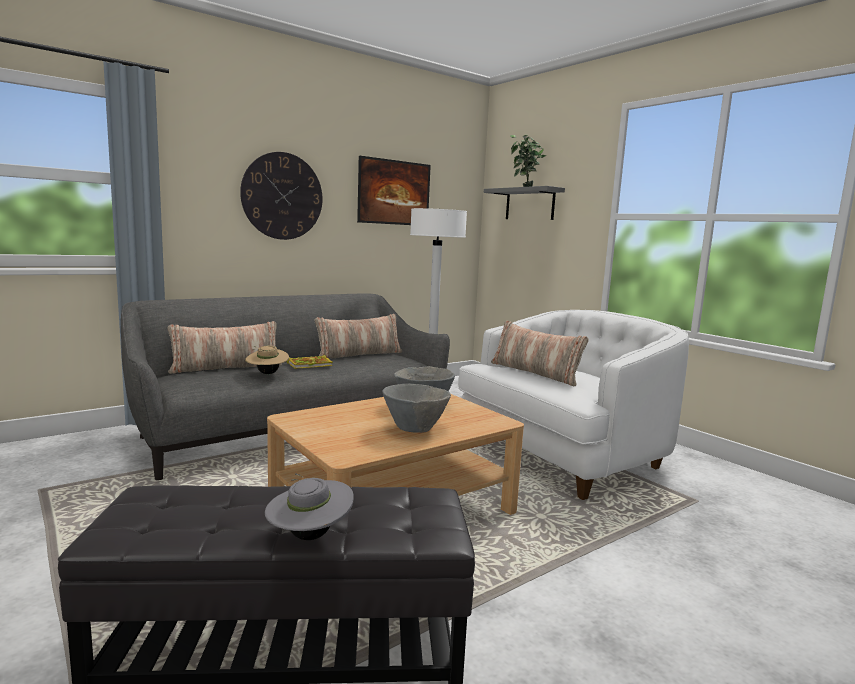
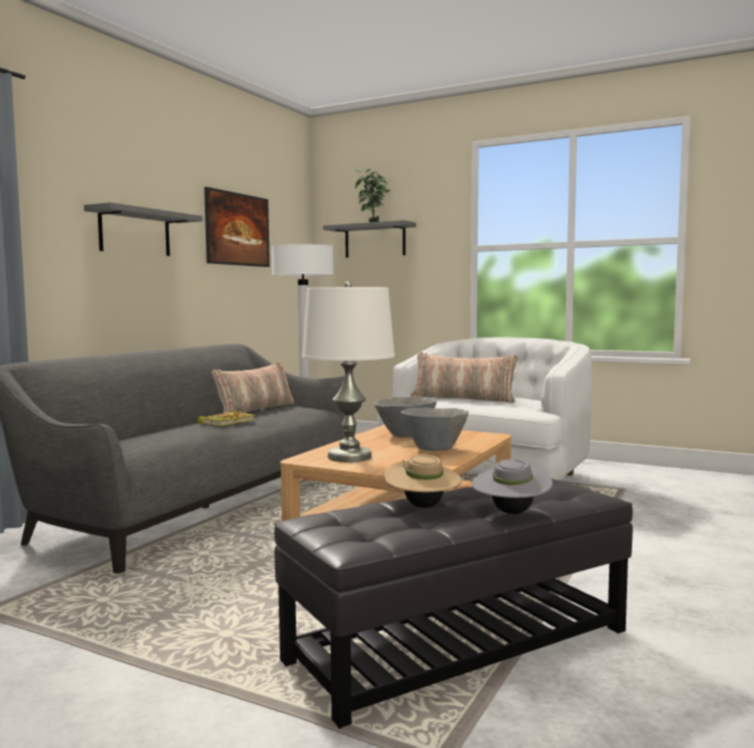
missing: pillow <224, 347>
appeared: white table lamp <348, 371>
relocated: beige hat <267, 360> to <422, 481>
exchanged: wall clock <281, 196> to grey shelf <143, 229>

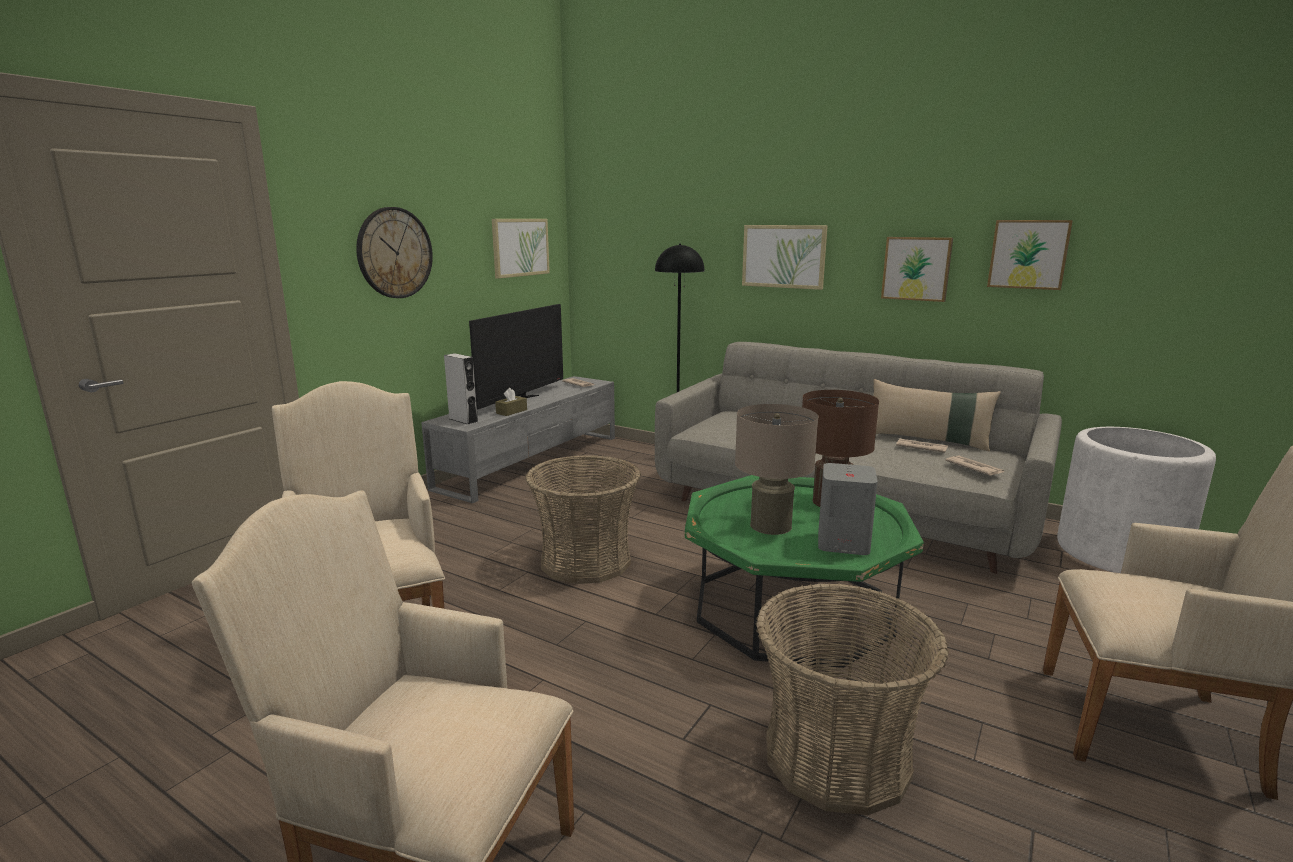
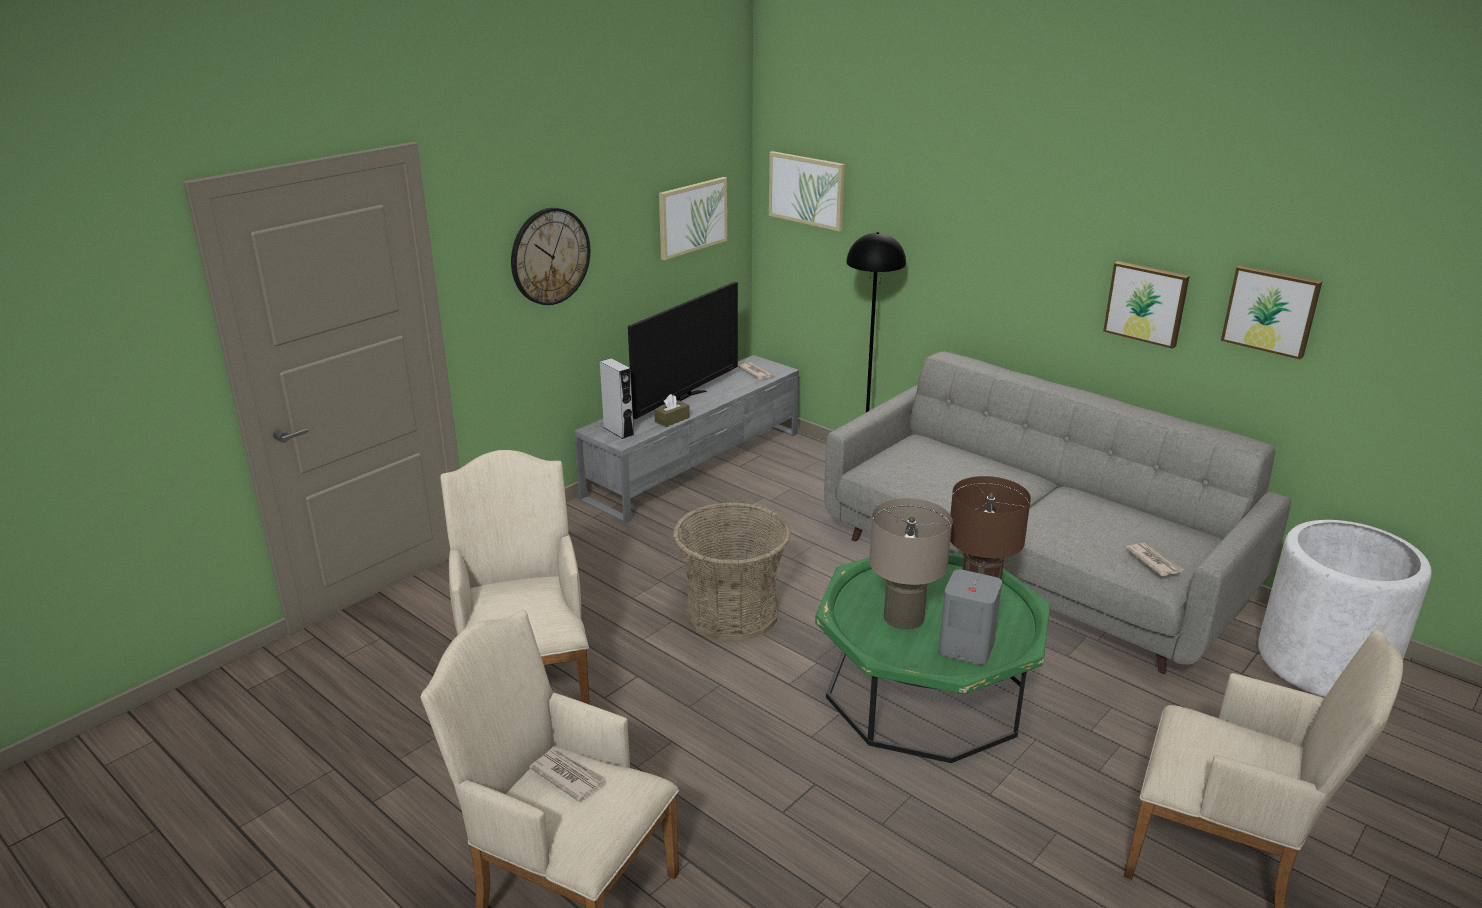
missing: basket <852, 699>; beige pillow <937, 415>
relocated: picture <785, 257> to <807, 191>; newspaper <922, 446> to <568, 776>

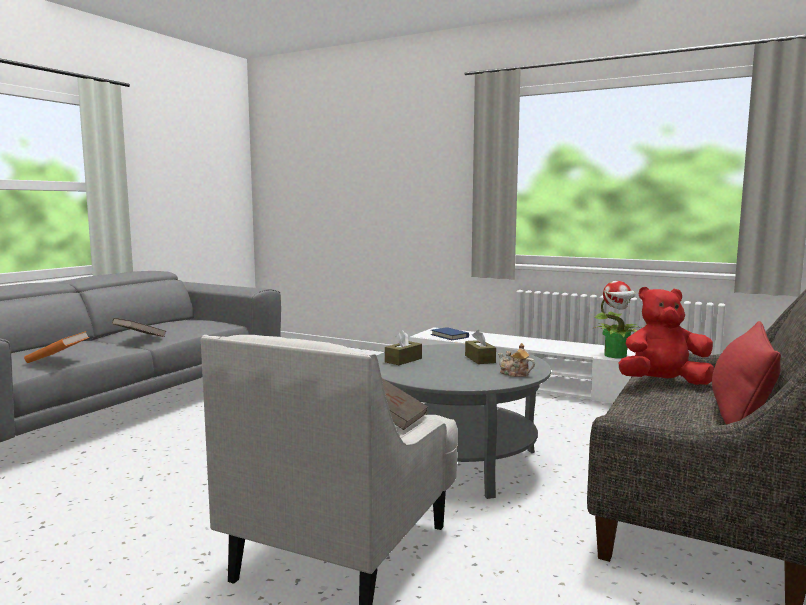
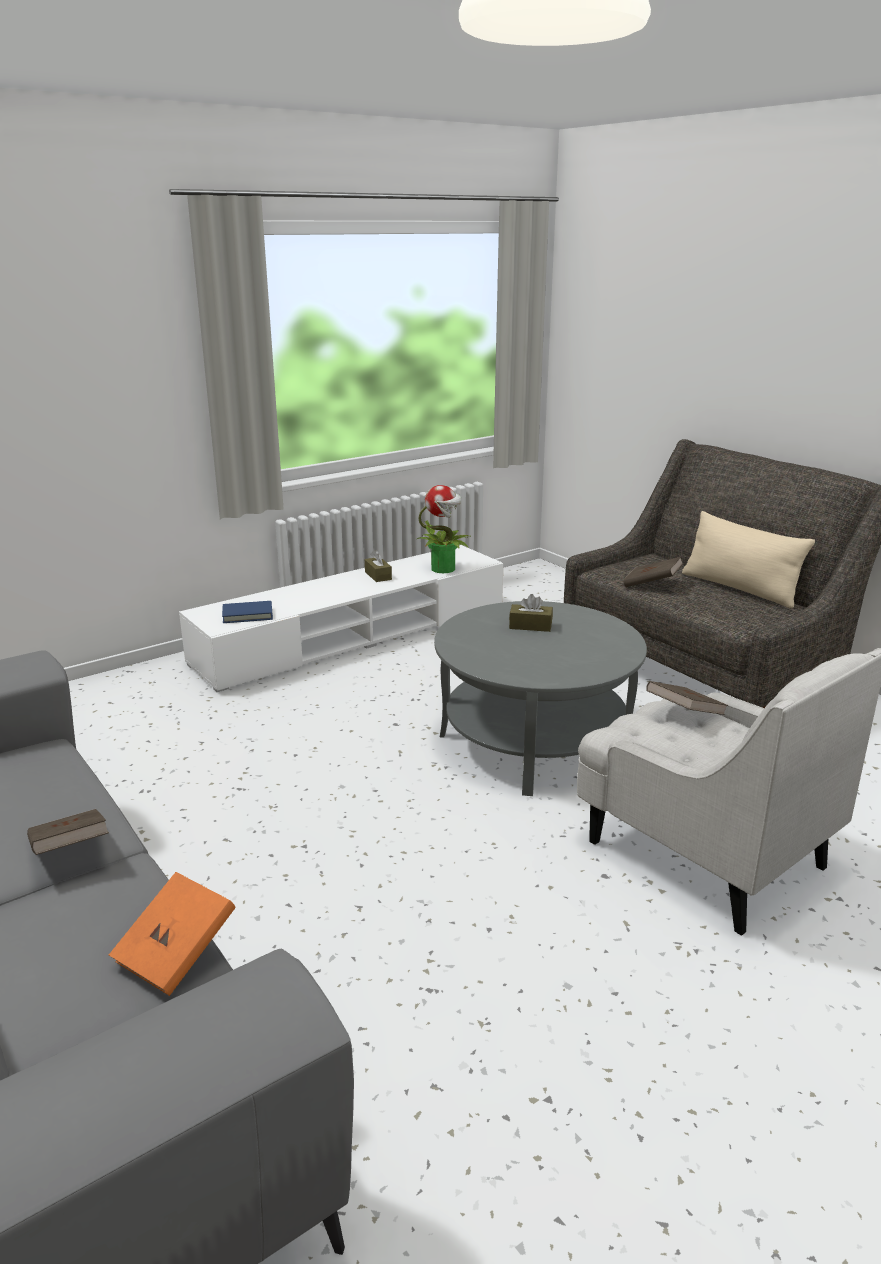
missing: teapot <516, 360>
relocated: brown tissue box <403, 347> to <378, 566>
exchanged: red plush toy <666, 336> to brown book <653, 572>
colour: red pillow <746, 373> to beige pillow <748, 559>

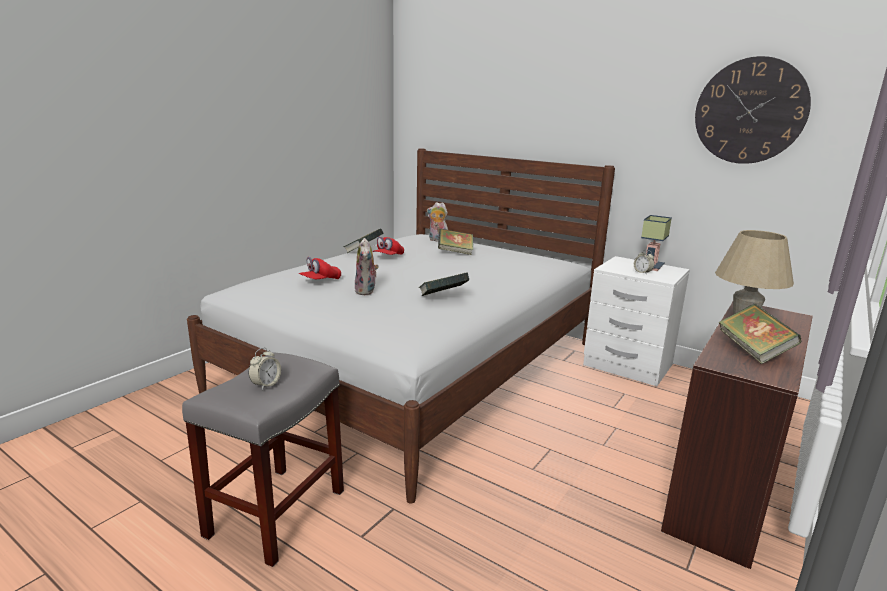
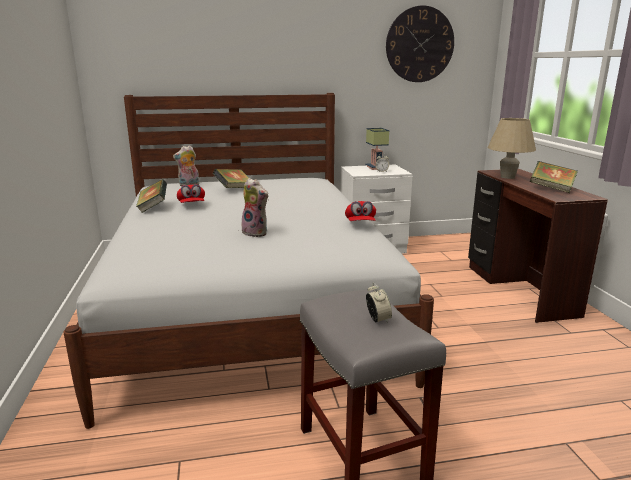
missing: book <444, 284>
relocated: red cap <320, 268> to <360, 211>

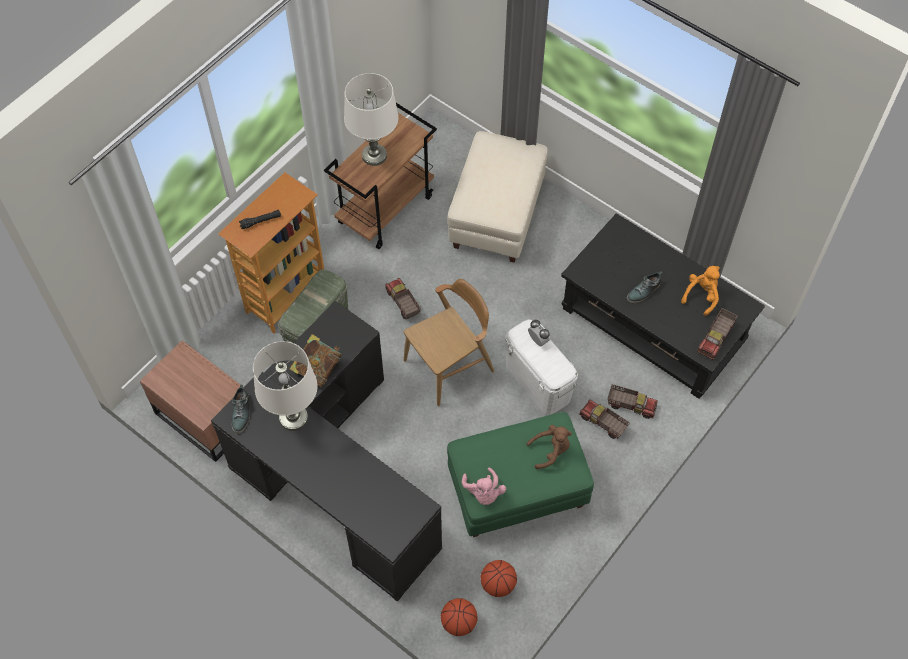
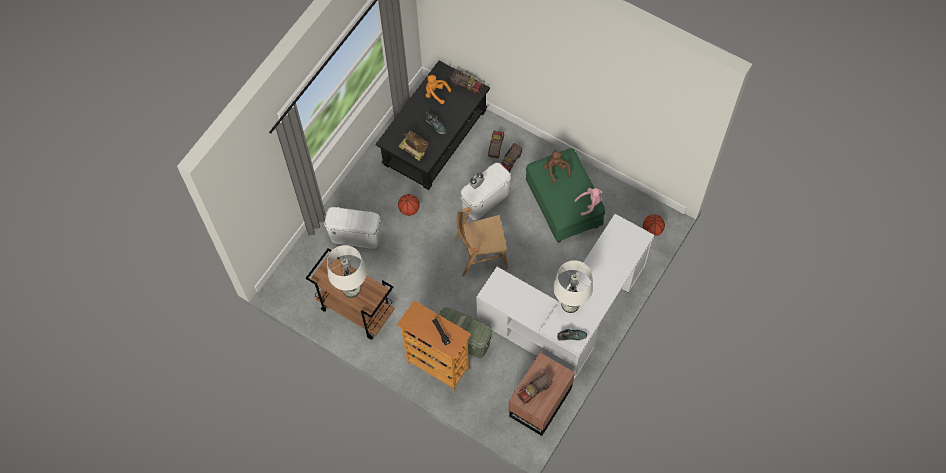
relocated: book <316, 360> to <414, 145>; toy truck <403, 298> to <535, 388>; basketball <499, 578> to <409, 205>
exchanged: beige ottoman <497, 197> to white storage box <352, 228>
colour: black desk <326, 451> to white desk <565, 296>
spun: brown chair <449, 342> = <481, 242> 60 degrees counterclockwise

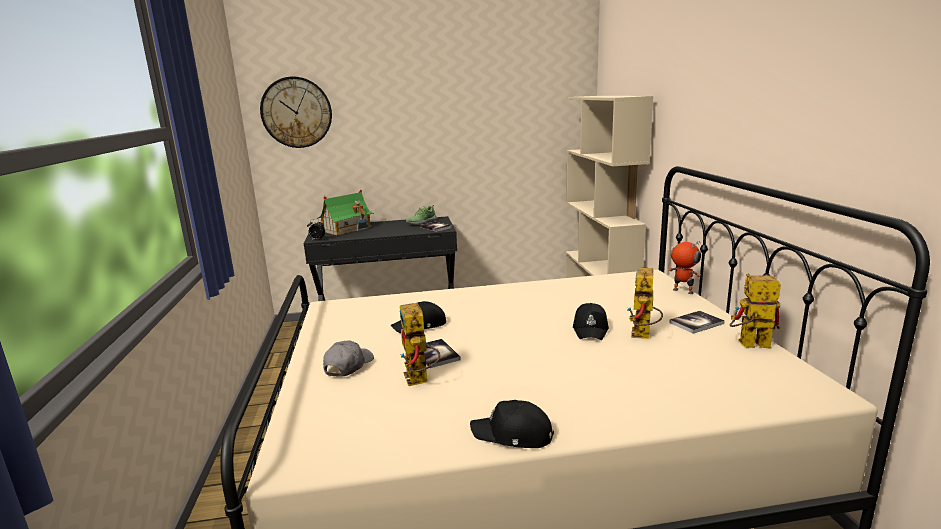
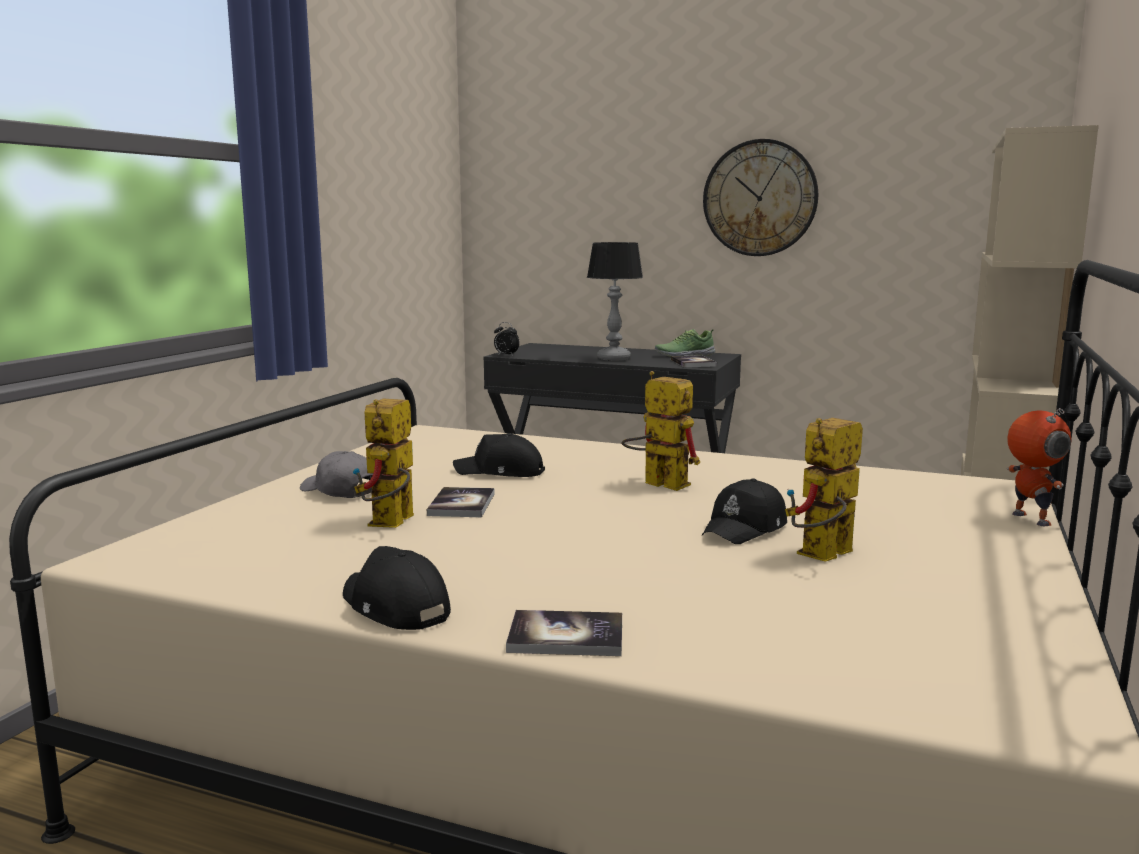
missing: toy house <345, 212>
appeared: table lamp <615, 301>
relocated: wall clock <296, 112> to <760, 197>; book <697, 322> to <564, 633>; toy robot <755, 311> to <661, 431>
spun: grey cap <348, 358> = <336, 474> 105 degrees counterclockwise

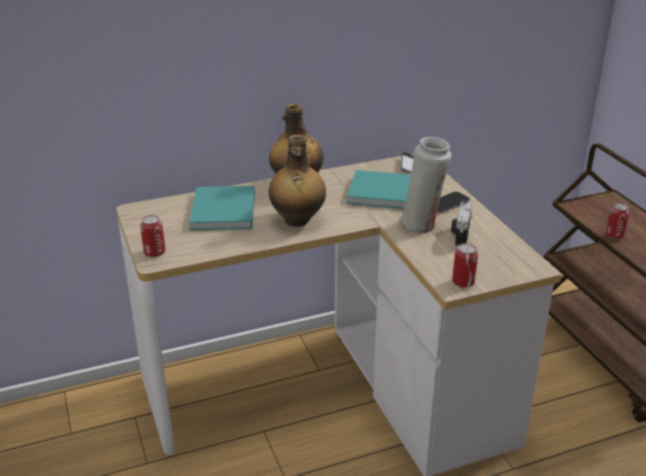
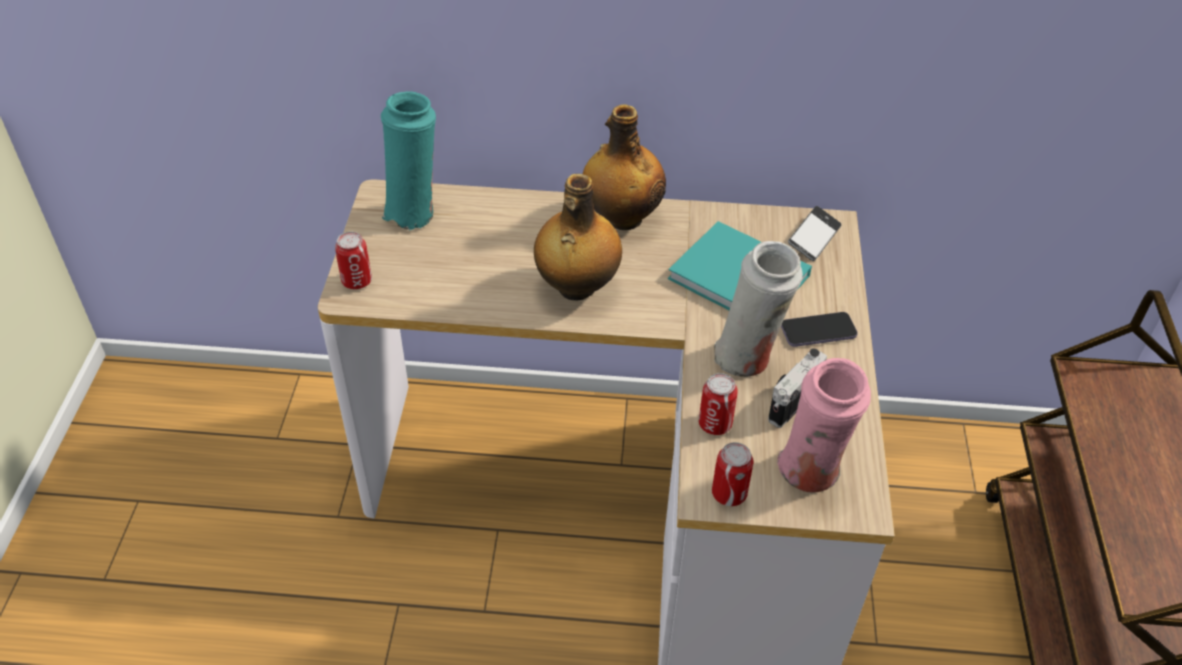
missing: turquoise book <222, 208>
appeared: turquoise vase <408, 160>; pink vase <824, 425>
relocated: can <617, 221> to <718, 404>

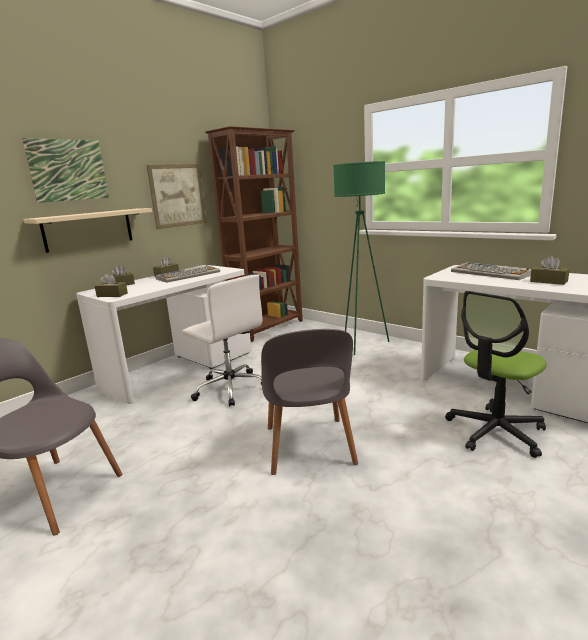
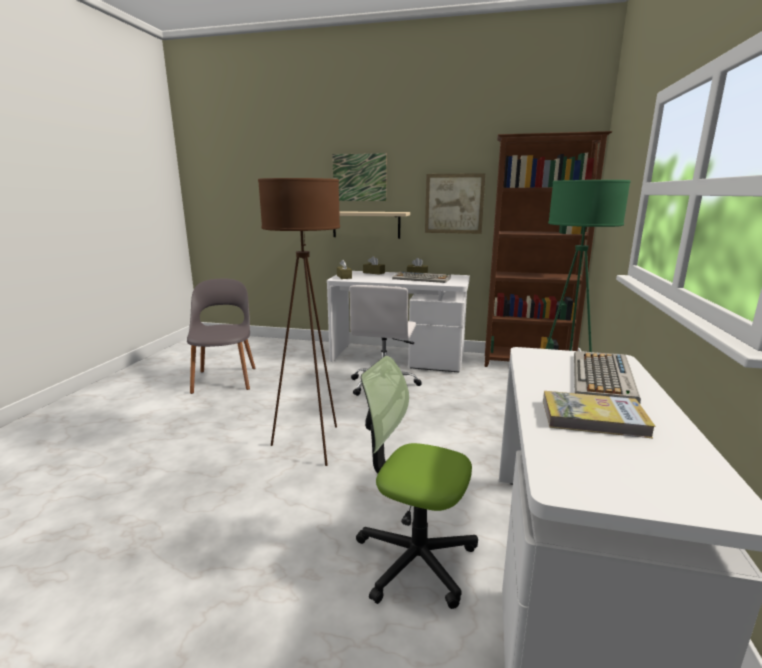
exchanged: grey chair <309, 402> to brown floor lamp <299, 322>; brown tissue box <550, 270> to book <599, 414>

